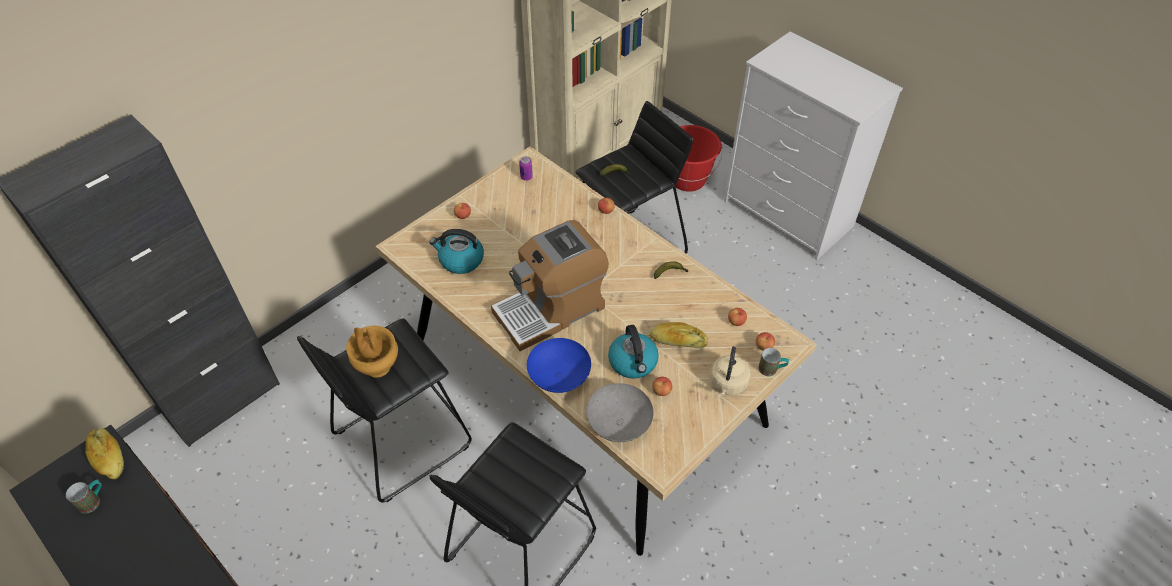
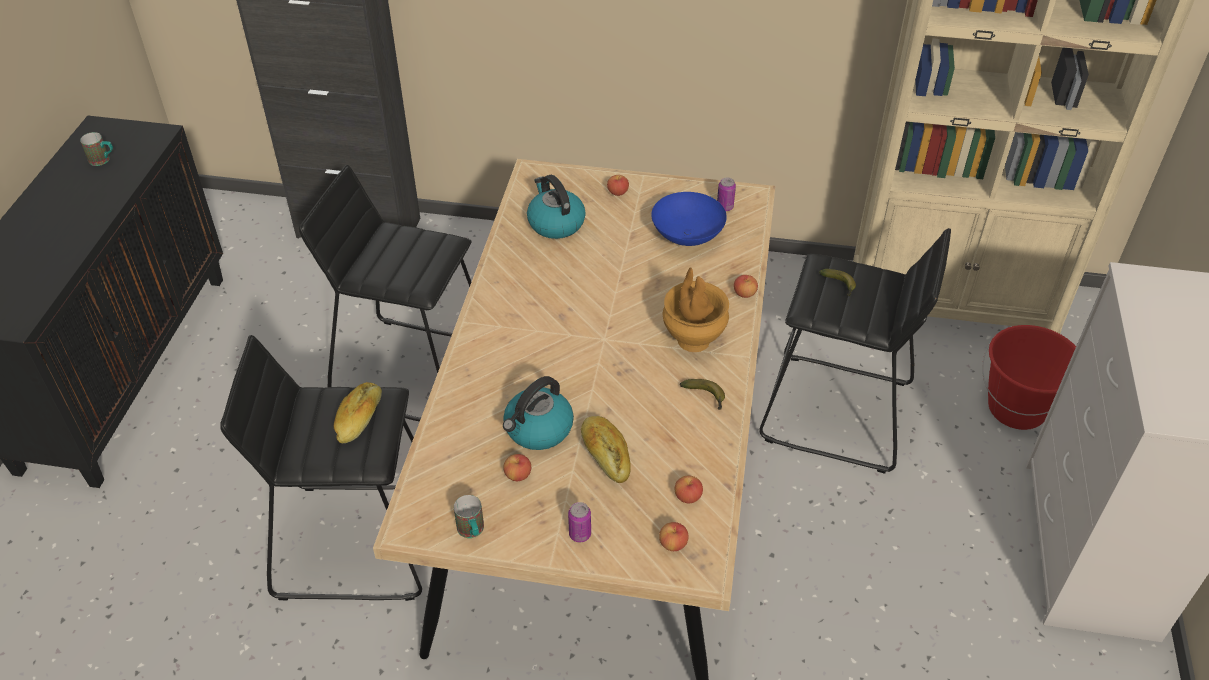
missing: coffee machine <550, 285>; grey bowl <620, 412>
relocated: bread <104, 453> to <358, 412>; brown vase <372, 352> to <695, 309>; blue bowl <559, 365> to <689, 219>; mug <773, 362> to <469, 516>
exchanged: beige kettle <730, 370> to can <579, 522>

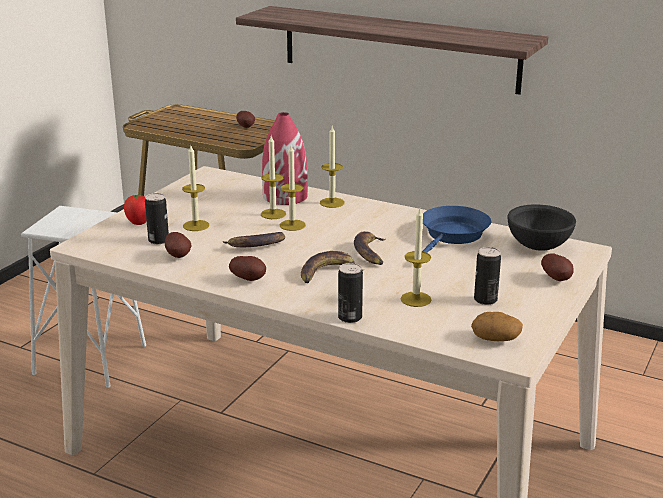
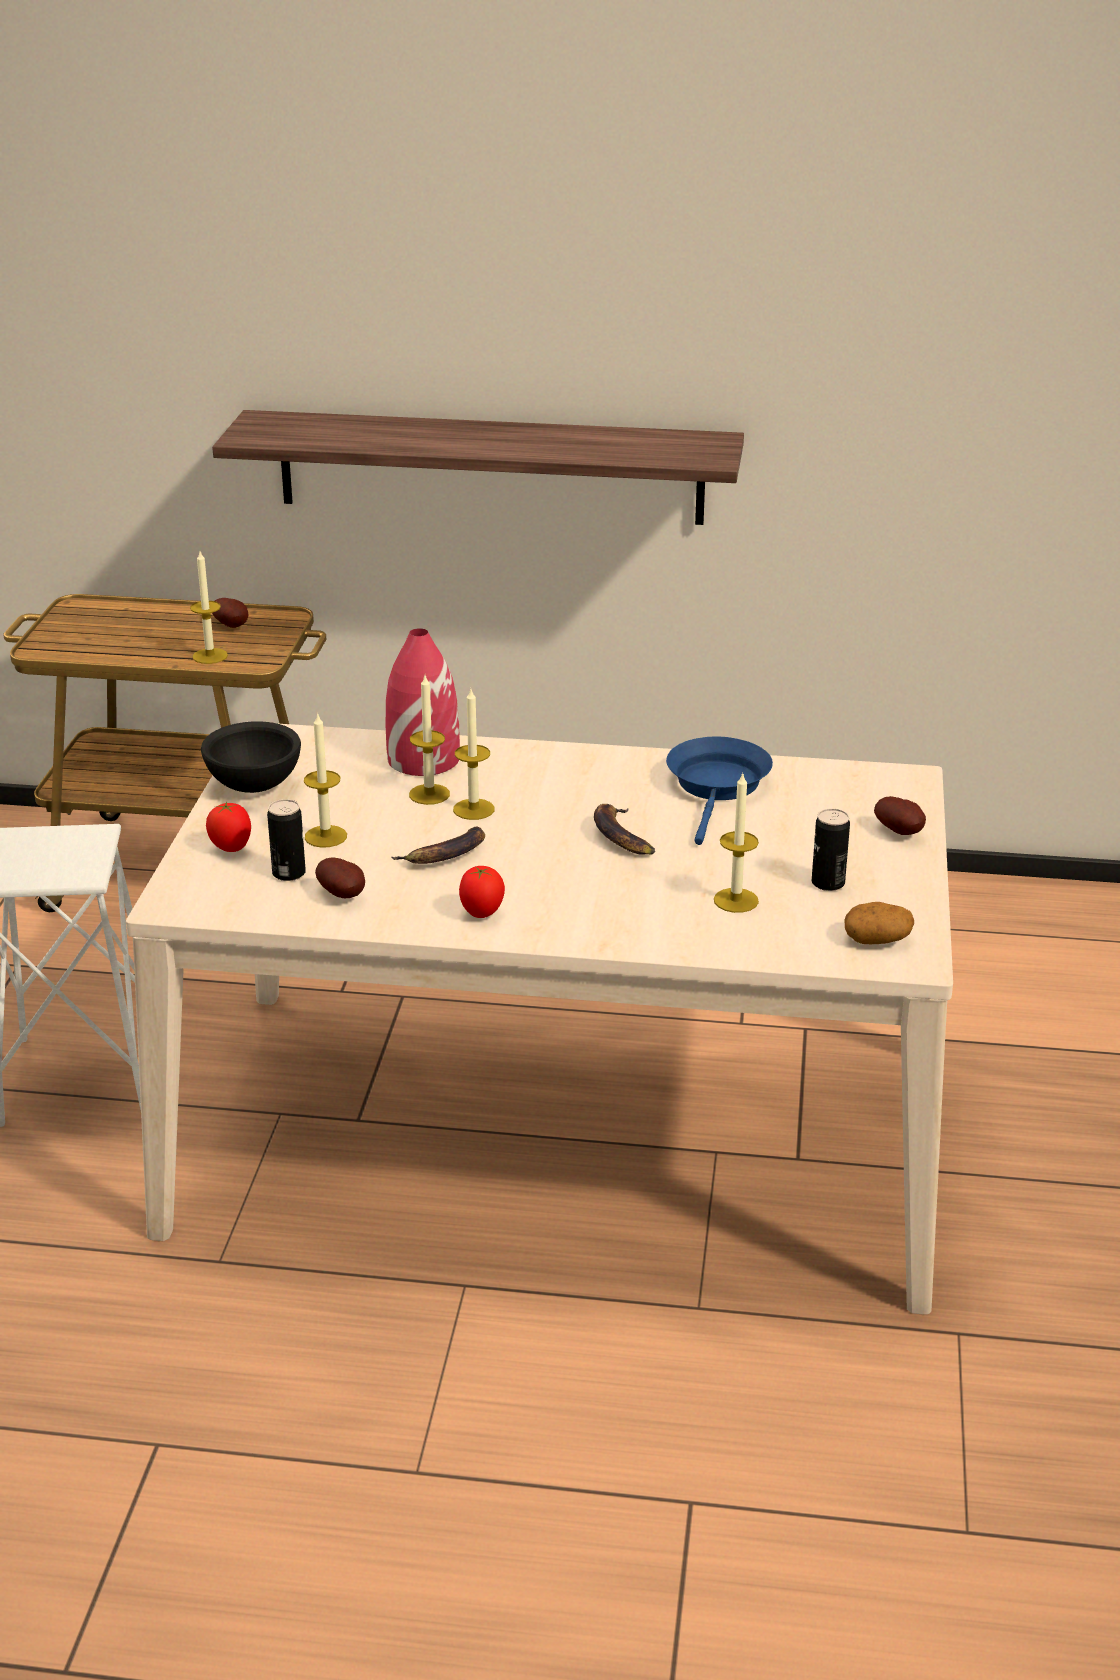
missing: banana <332, 267>; can <350, 293>
relocated: candle <332, 167> to <209, 607>; black bowl <541, 227> to <251, 757>
exchanged: potato <247, 268> to tomato <482, 892>

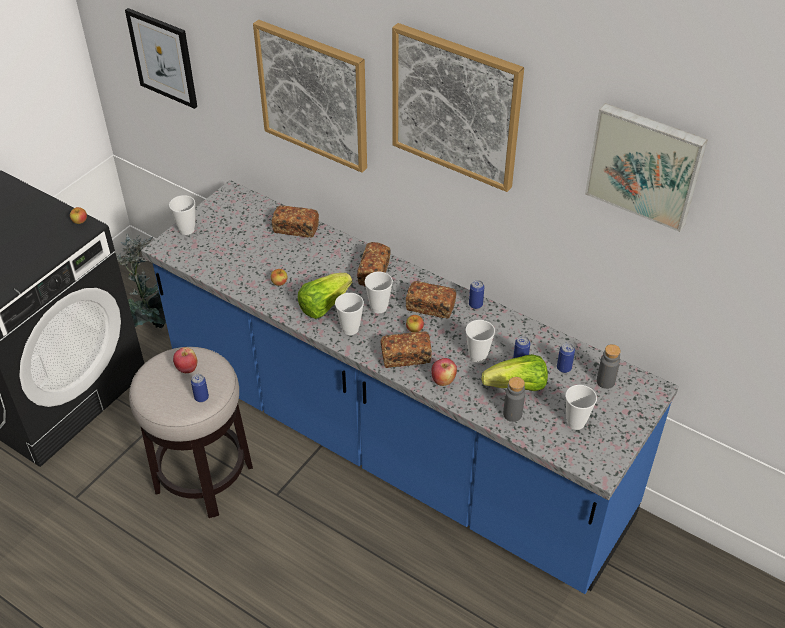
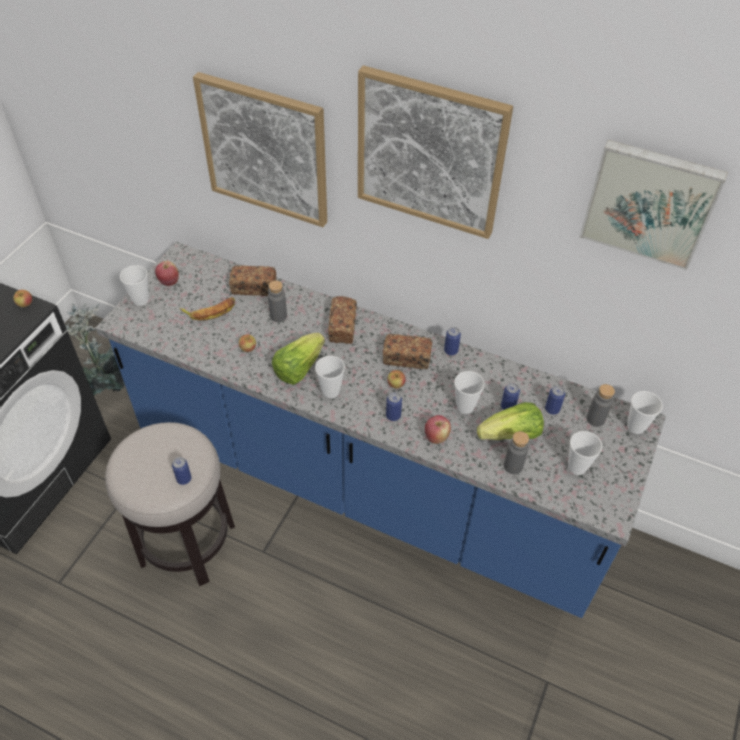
missing: picture <161, 58>
appeared: banana <207, 309>; grey bottle <277, 301>
relocated: apple <185, 360> to <167, 273>; cup <379, 292> to <645, 412>
exchanged: bread <406, 349> to can <394, 406>

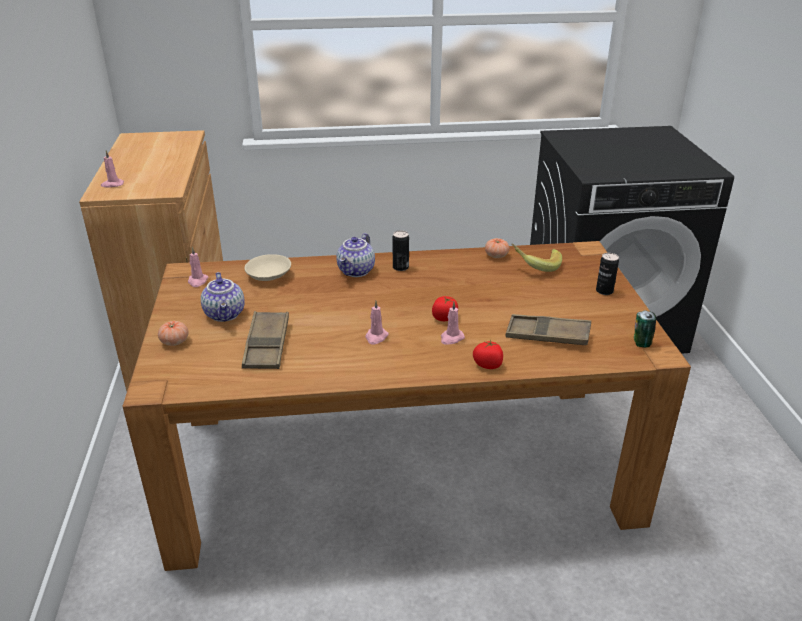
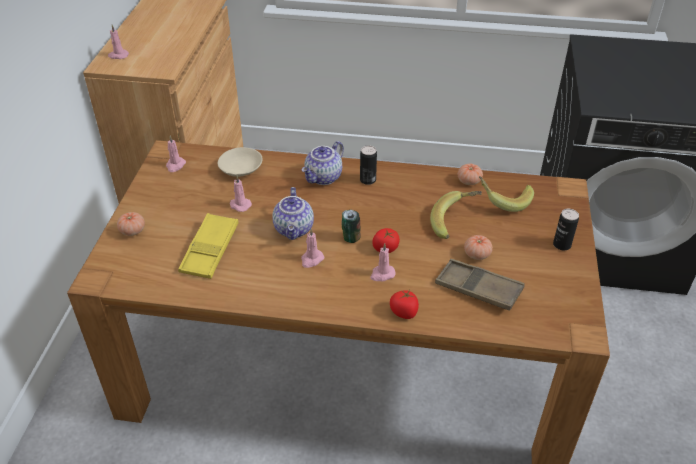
appeared: pink candle <241, 194>; banana <456, 215>; tomato <478, 247>
relocated: teapot <222, 297> to <293, 213>; can <645, 328> to <351, 226>
colour: brown tray <265, 340> to yellow tray <208, 246>

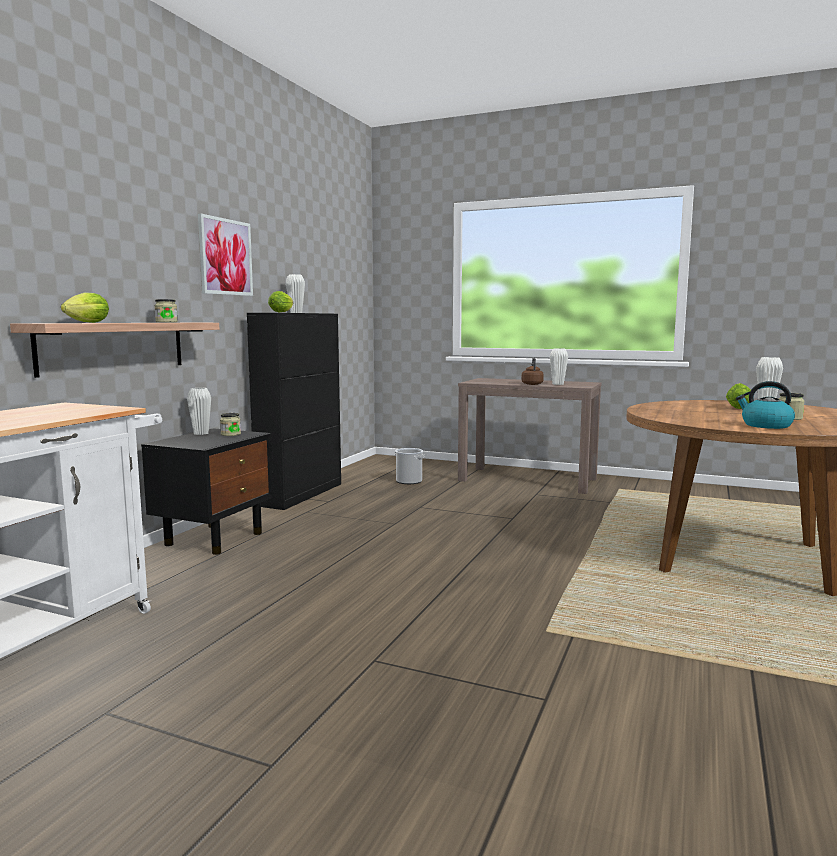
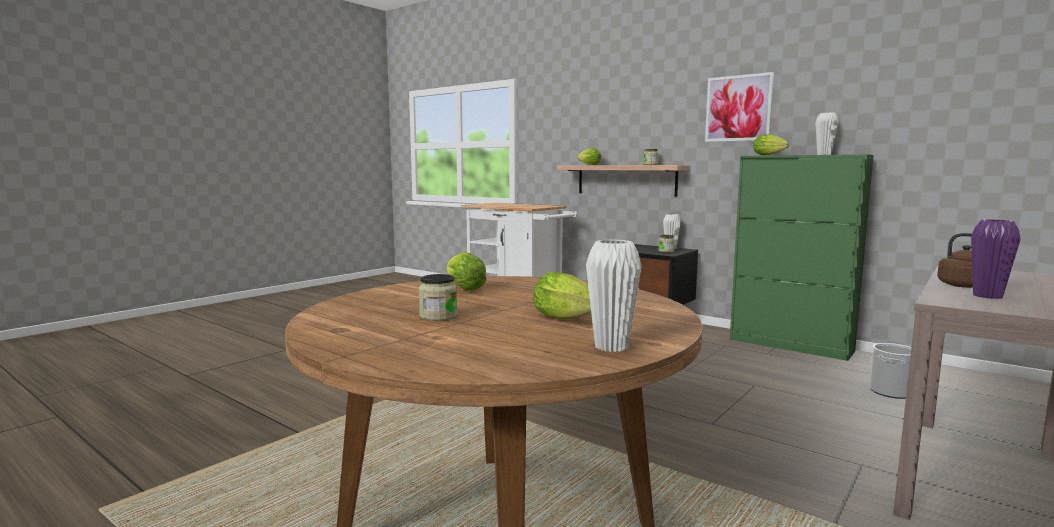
missing: kettle <765, 405>
appeared: lettuce <467, 271>
colour: black cabinet <294, 411> to green cabinet <802, 257>; white vase <559, 366> to purple vase <996, 259>

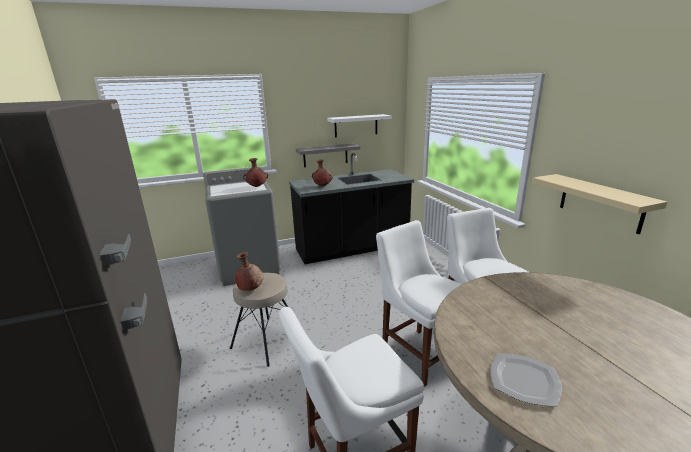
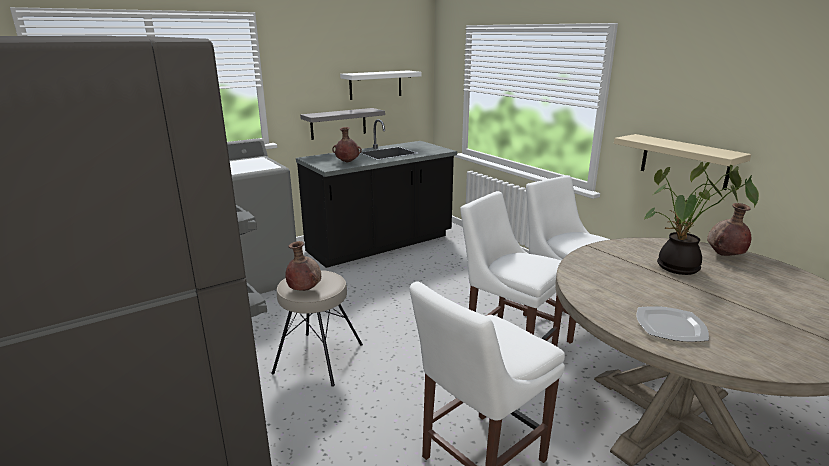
appeared: potted plant <701, 218>
relocated: brown vase <255, 172> to <729, 229>

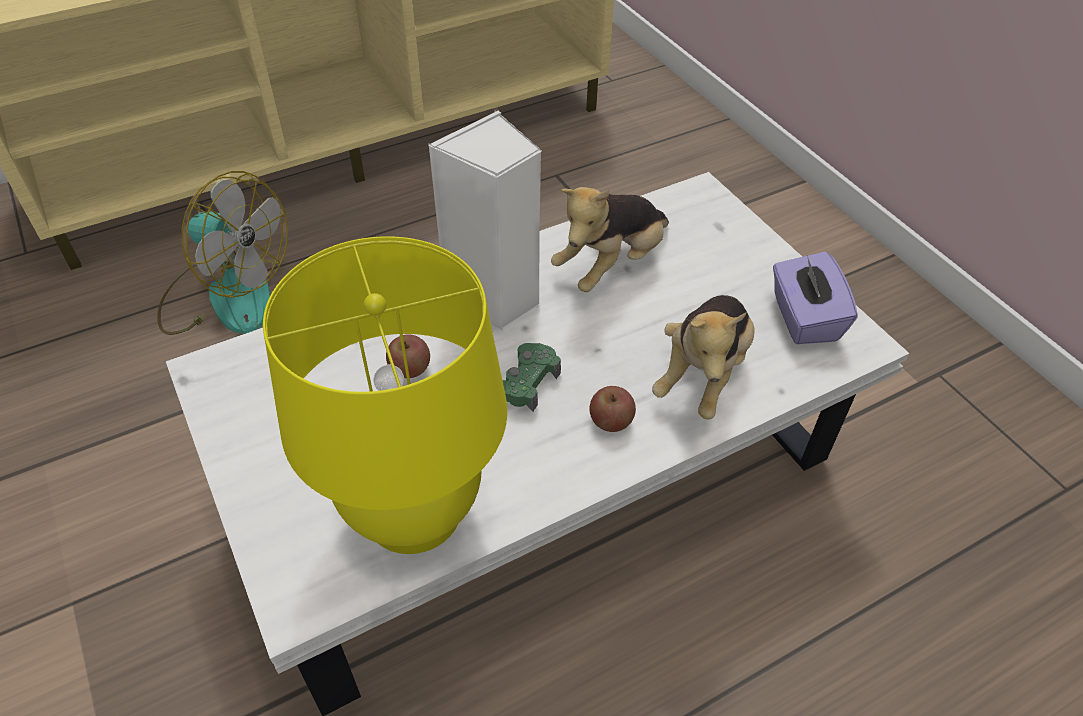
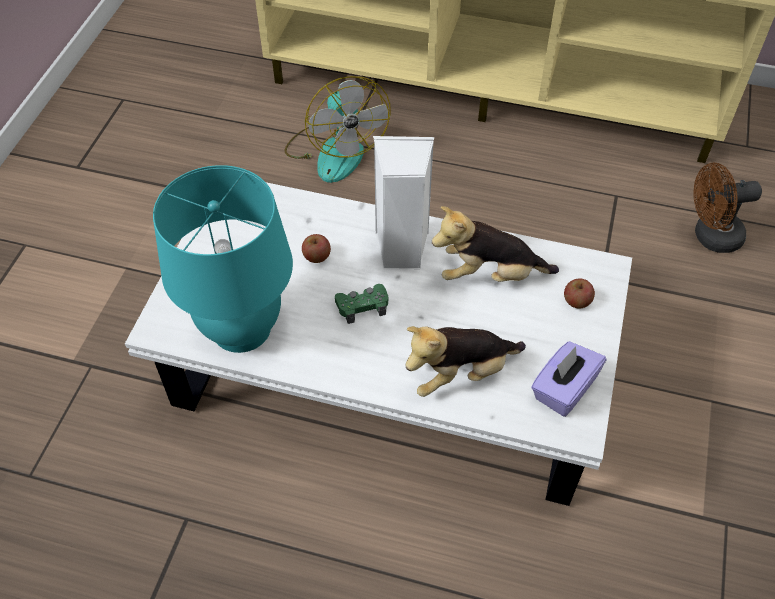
appeared: brown fan <728, 207>
relocated: apple <613, 409> to <579, 293>
colour: yellow table lamp <385, 395> to turquoise table lamp <223, 259>

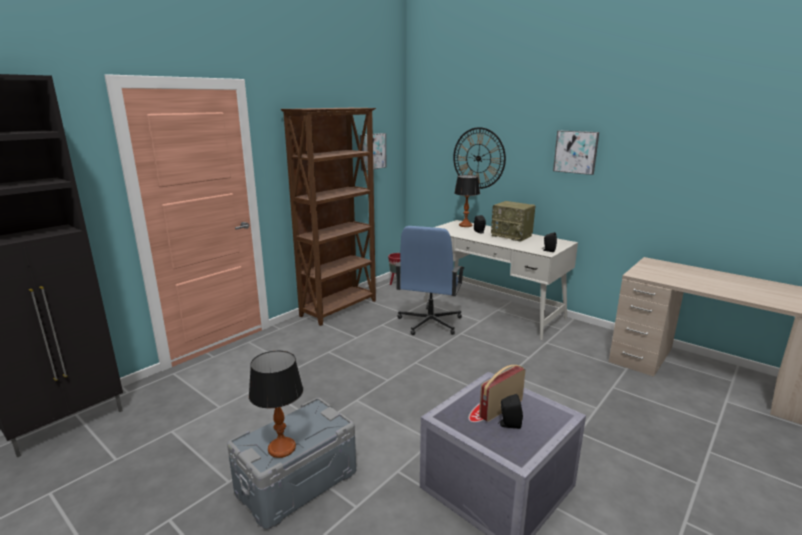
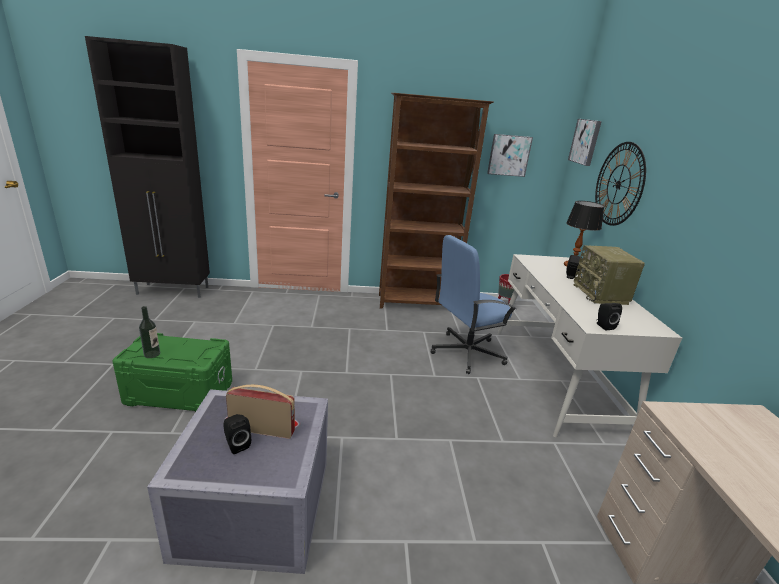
relocated: picture <576, 152> to <585, 142>
exchanged: table lamp <276, 404> to bottle <149, 332>
colour: grey storage box <291, 463> to green storage box <172, 372>

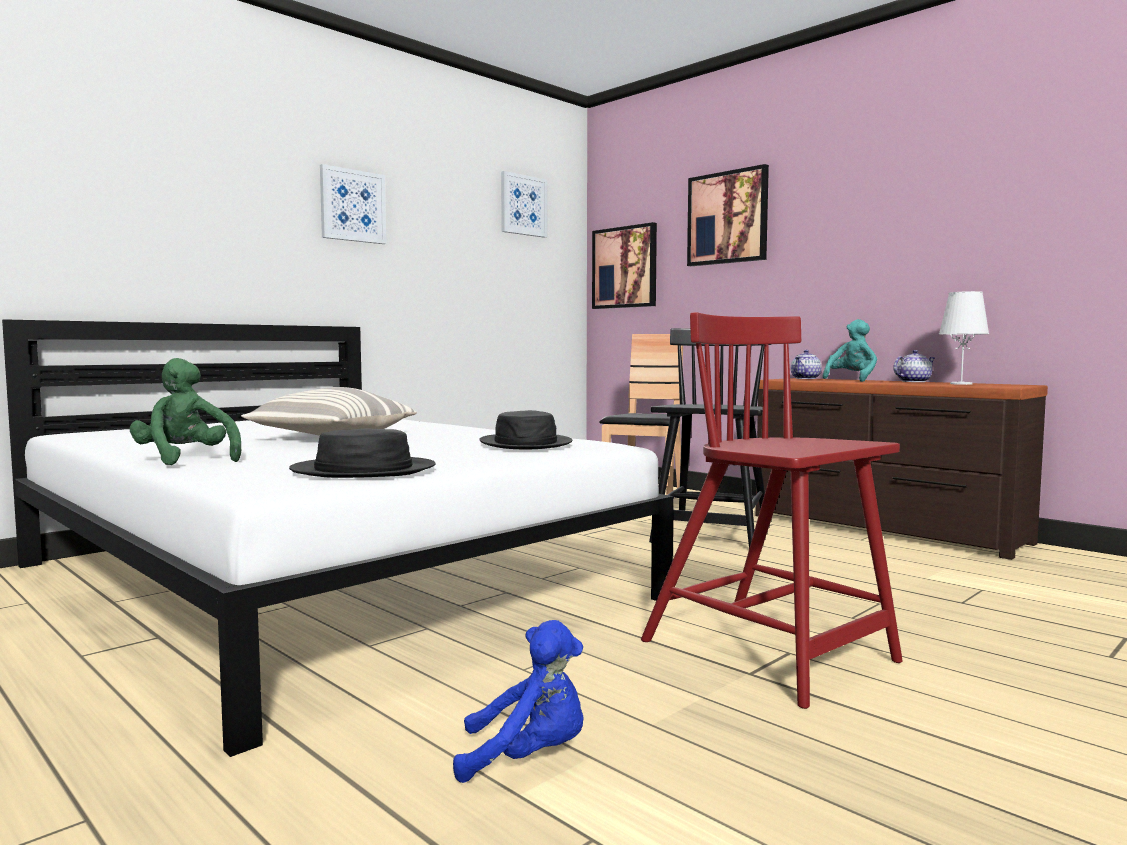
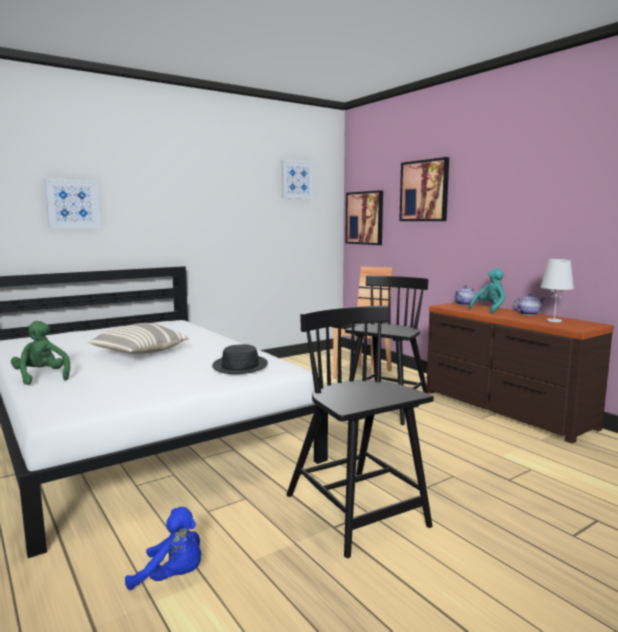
missing: black hat <362, 453>
relocated: picture <353, 204> to <72, 203>
colour: red chair <772, 510> to black chair <360, 431>

